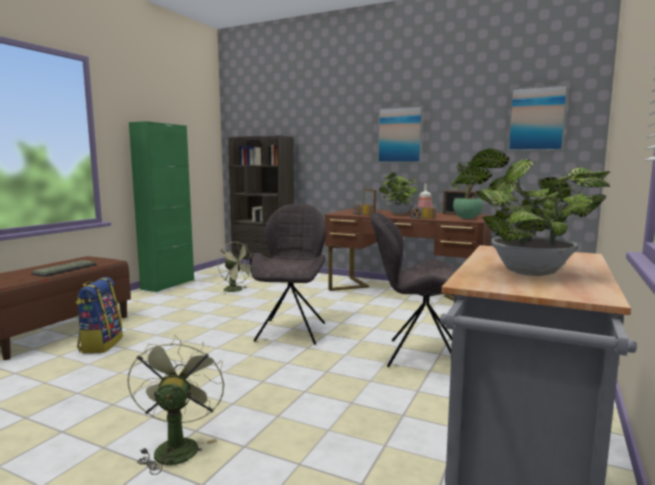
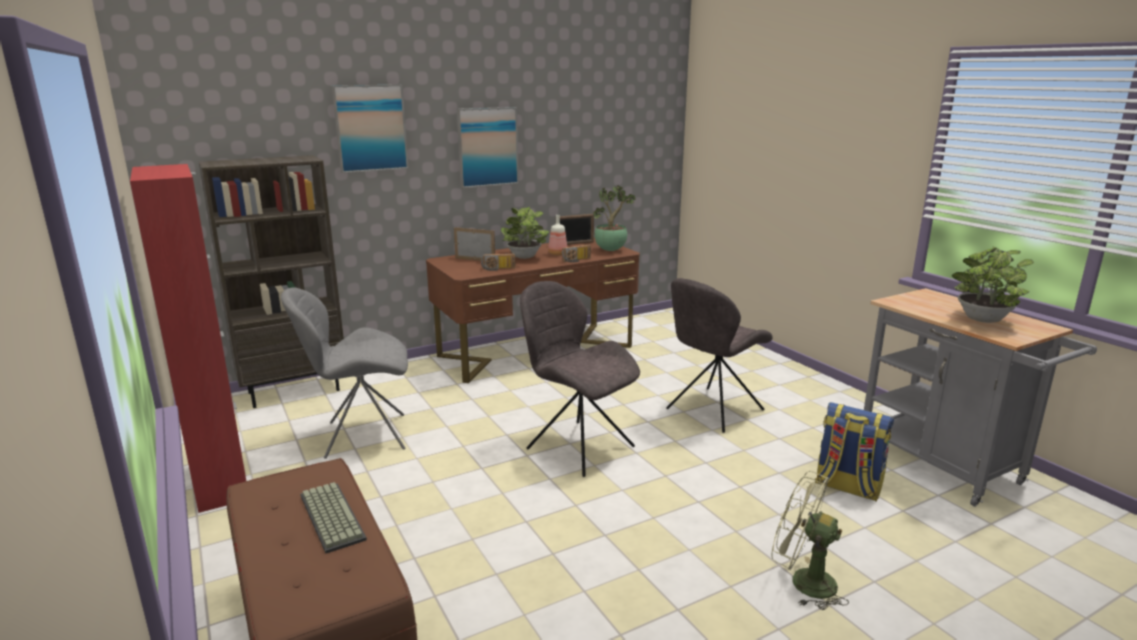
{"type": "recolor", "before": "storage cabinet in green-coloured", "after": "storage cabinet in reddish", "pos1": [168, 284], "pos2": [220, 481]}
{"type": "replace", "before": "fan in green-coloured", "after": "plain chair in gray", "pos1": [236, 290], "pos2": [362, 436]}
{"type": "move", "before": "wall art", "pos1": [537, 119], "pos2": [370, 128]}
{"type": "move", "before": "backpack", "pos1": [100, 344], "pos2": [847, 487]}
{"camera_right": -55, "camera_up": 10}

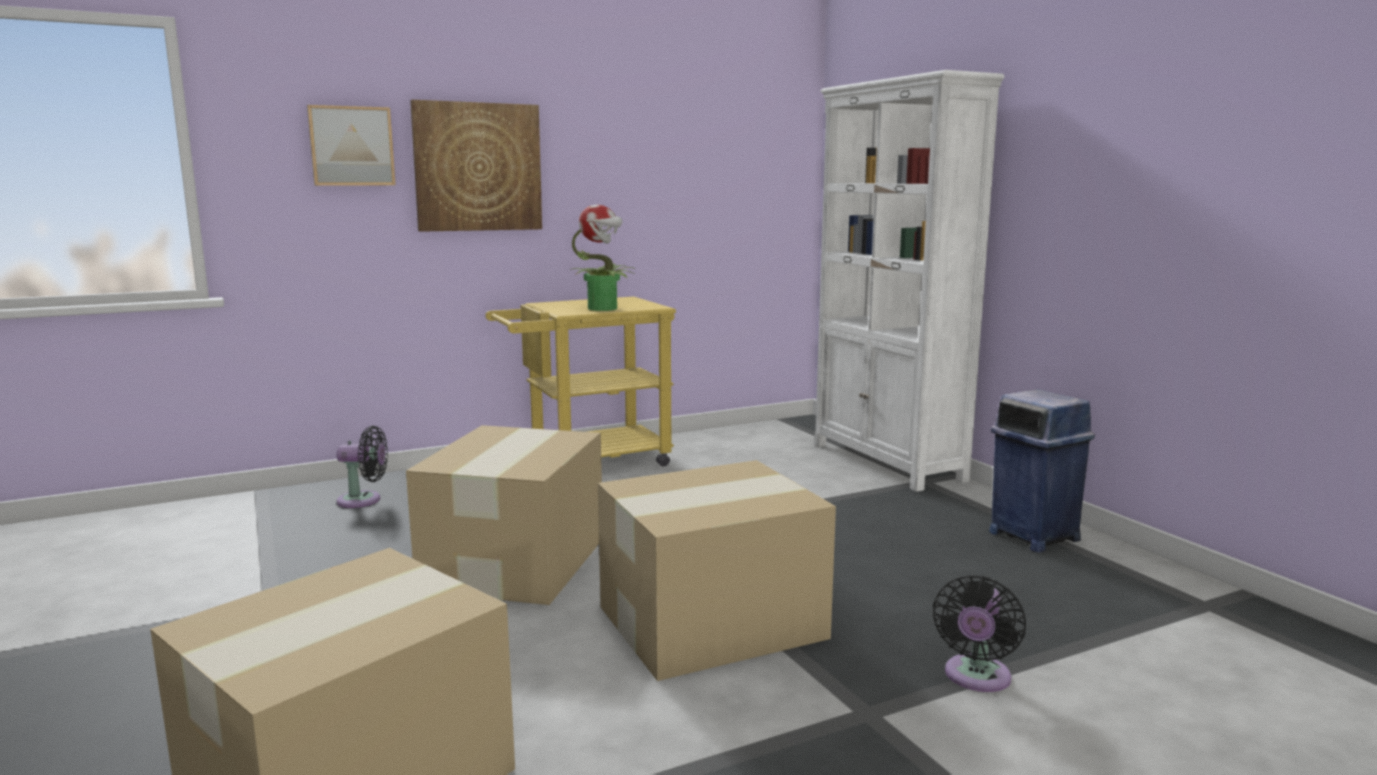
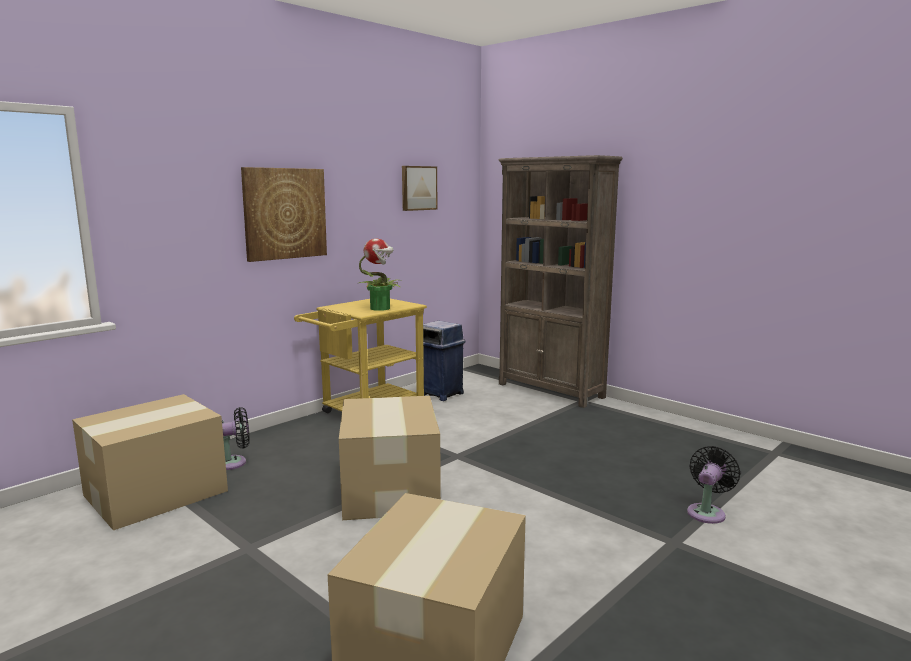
{"type": "move", "before": "cardboard box", "pos1": [714, 622], "pos2": [158, 493]}
{"type": "move", "before": "wall art", "pos1": [351, 146], "pos2": [418, 188]}
{"type": "move", "before": "trash can in bluish", "pos1": [1032, 536], "pos2": [441, 394]}
{"type": "recolor", "before": "bookcase in white-coloured", "after": "bookcase in brown-coloured", "pos1": [887, 462], "pos2": [551, 391]}
{"type": "rotate", "before": "fan in black-coloured", "pos1": [976, 678], "pos2": [707, 512], "turn": -150}
{"camera_right": -20, "camera_up": 0}

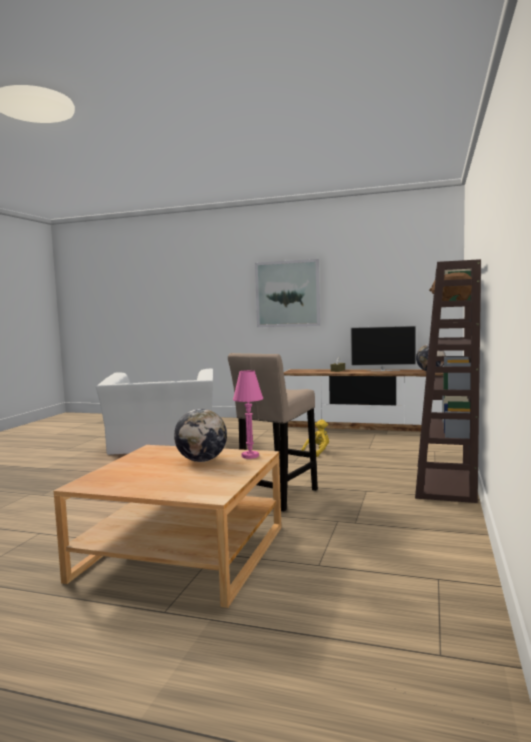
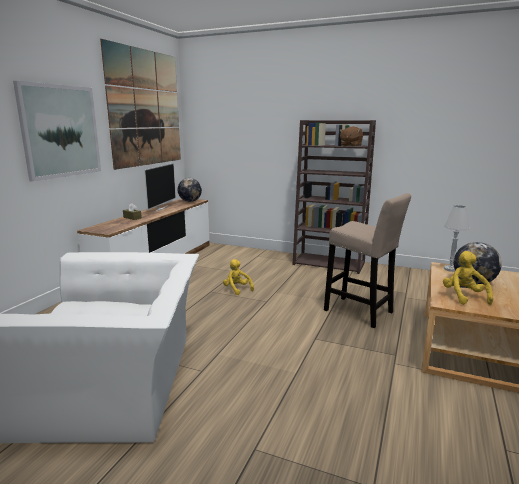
{"type": "insert", "after": "wall art", "pos2": [145, 108]}
{"type": "insert", "after": "plush toy in yellowish", "pos2": [464, 296]}
{"type": "recolor", "before": "lamp for a table in pinkish", "after": "lamp for a table in white-coloured", "pos1": [250, 456], "pos2": [450, 269]}
{"camera_right": -85, "camera_up": 10}

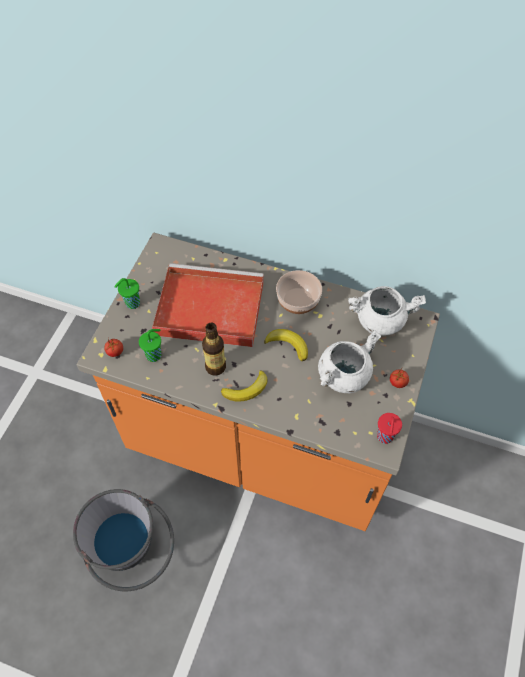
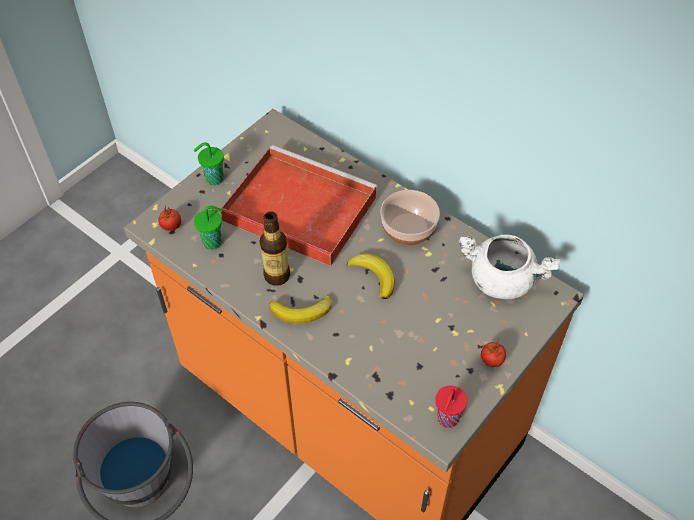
{"type": "delete", "before": "stockpot in white-coloured", "pos1": [343, 375]}
{"camera_right": 20, "camera_up": -5}

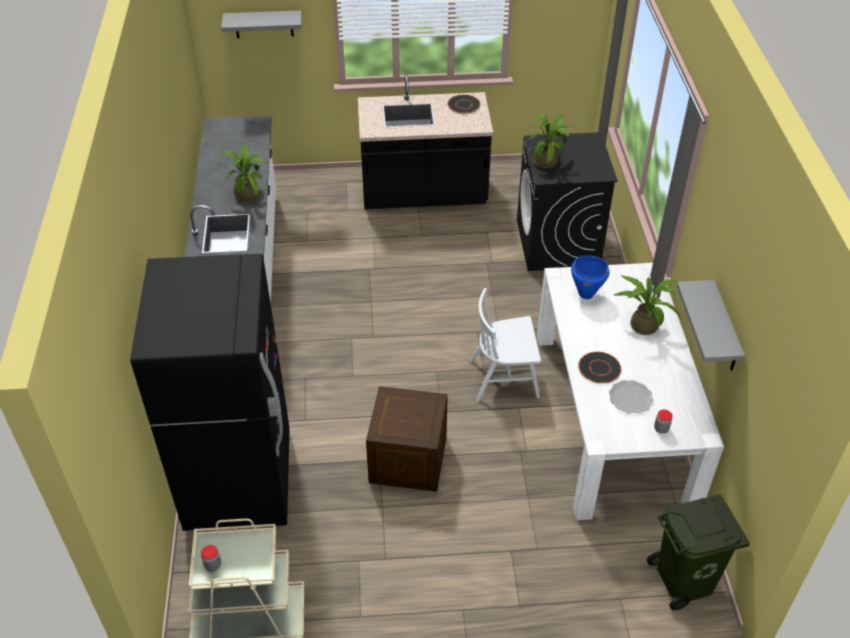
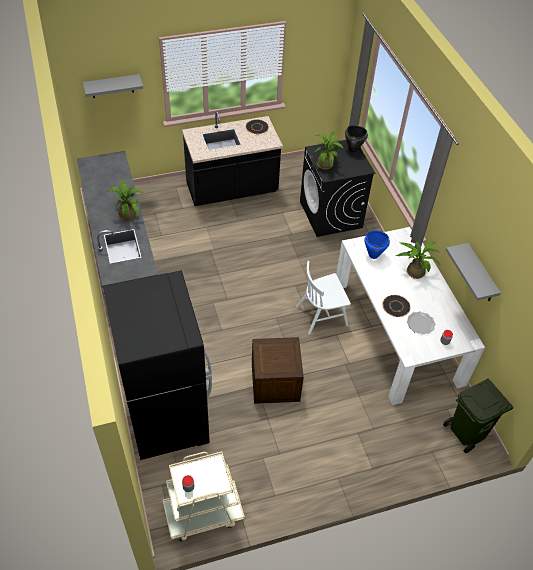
{"type": "insert", "after": "stockpot in black-coloured", "pos2": [353, 149]}
{"camera_right": -15, "camera_up": 5}

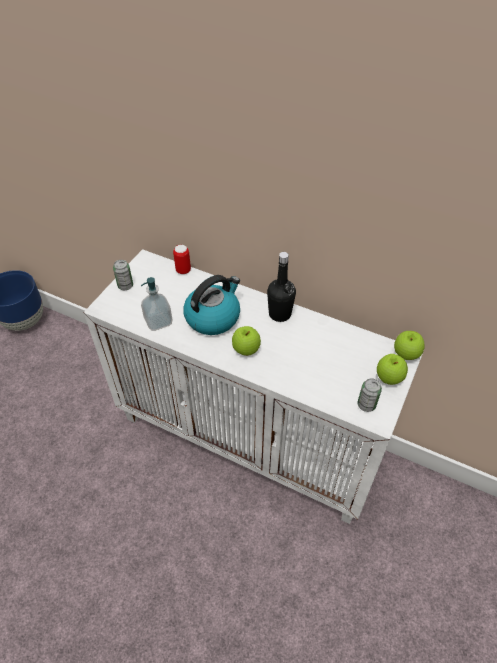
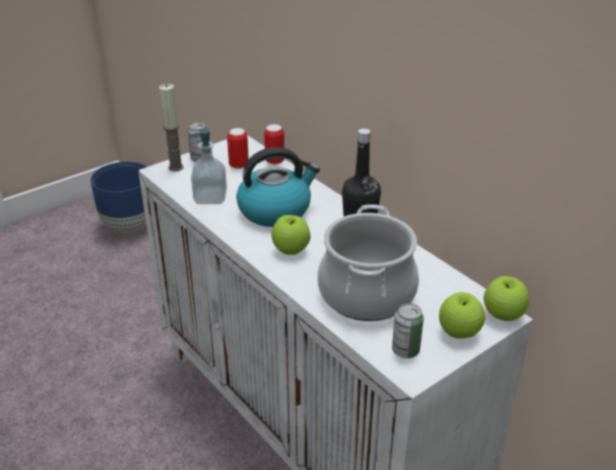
{"type": "insert", "after": "wax light", "pos2": [176, 167]}
{"type": "insert", "after": "sealed can", "pos2": [239, 165]}
{"type": "insert", "after": "stockpot", "pos2": [366, 294]}
{"camera_right": 25, "camera_up": -15}

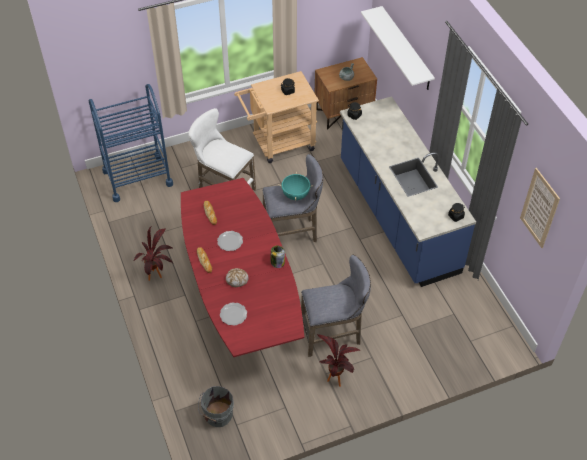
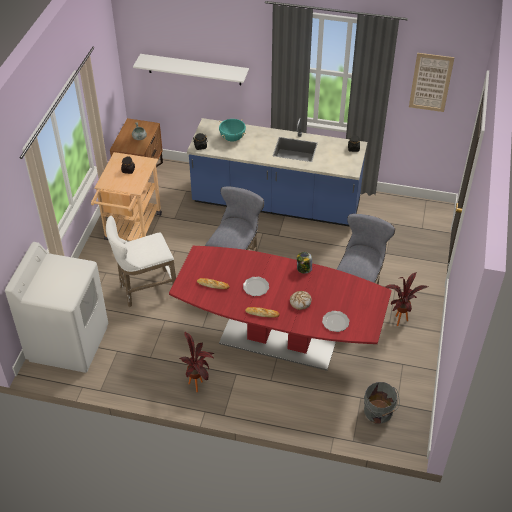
{"type": "replace", "before": "wheeled cart in bluish", "after": "laundry appliance in white-coloured", "pos1": [137, 178], "pos2": [68, 343]}
{"type": "move", "before": "stockpot in turquoise-coloured", "pos1": [295, 195], "pos2": [232, 138]}
{"camera_right": -55, "camera_up": -5}

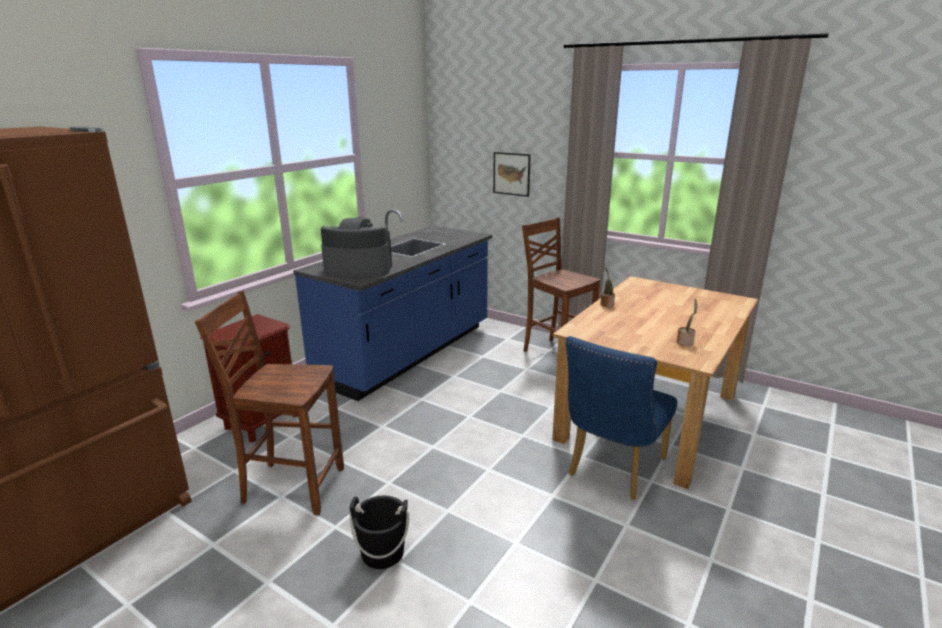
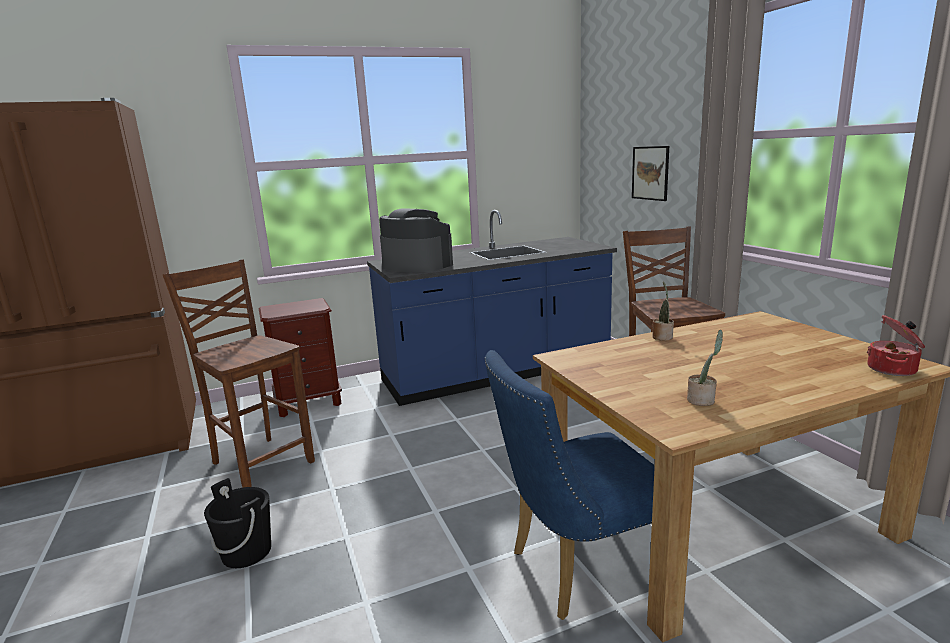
{"type": "insert", "after": "stockpot", "pos2": [893, 369]}
{"camera_right": 35, "camera_up": -5}

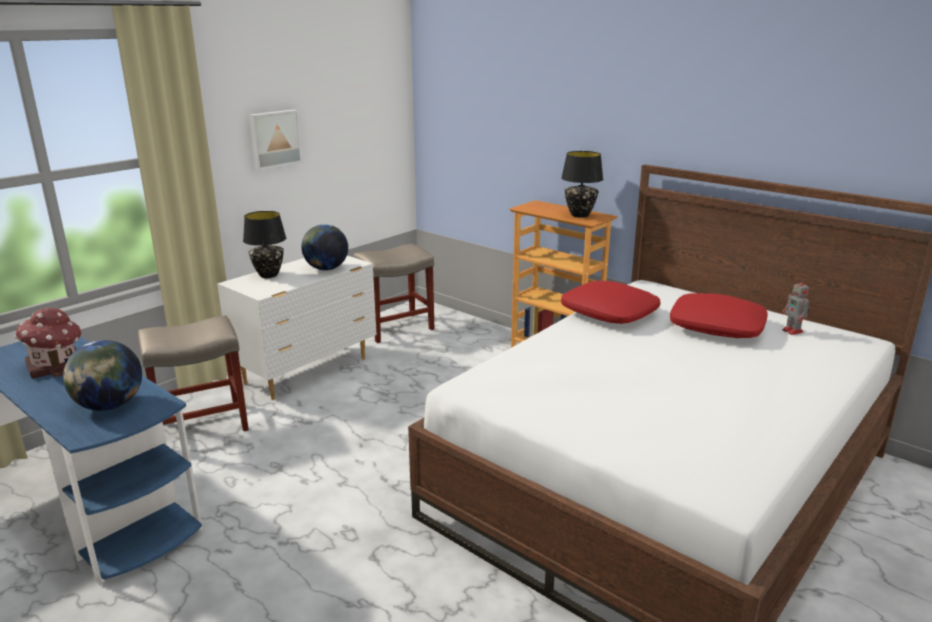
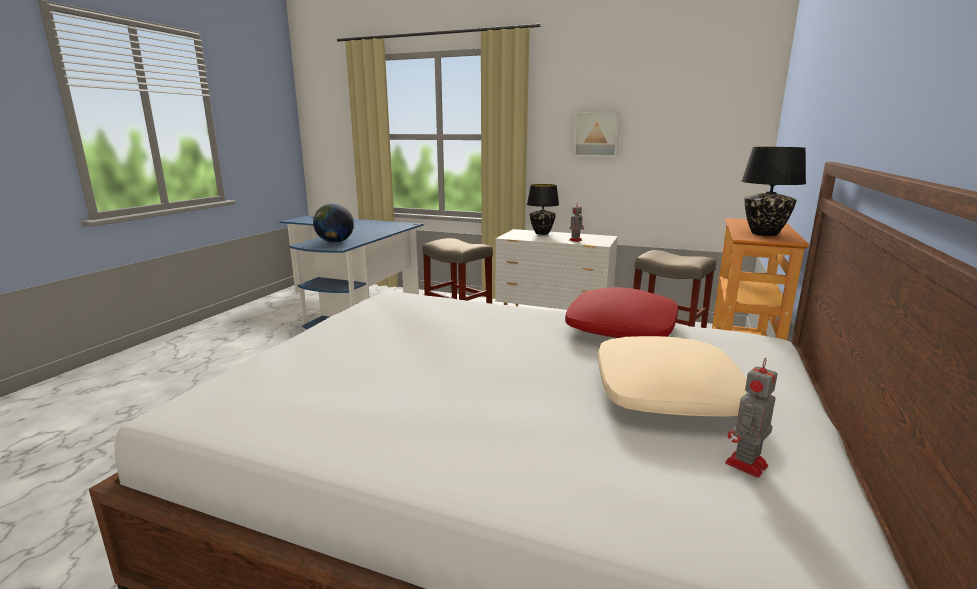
{"type": "replace", "before": "world globe", "after": "model robot", "pos1": [326, 269], "pos2": [575, 240]}
{"type": "recolor", "before": "pillow in reddish", "after": "pillow in beige", "pos1": [717, 326], "pos2": [667, 392]}
{"type": "delete", "before": "miniature house", "pos1": [56, 365]}
{"camera_right": 70, "camera_up": -5}

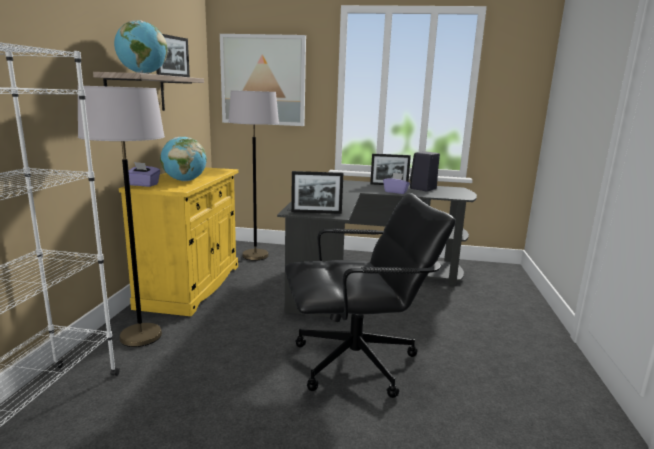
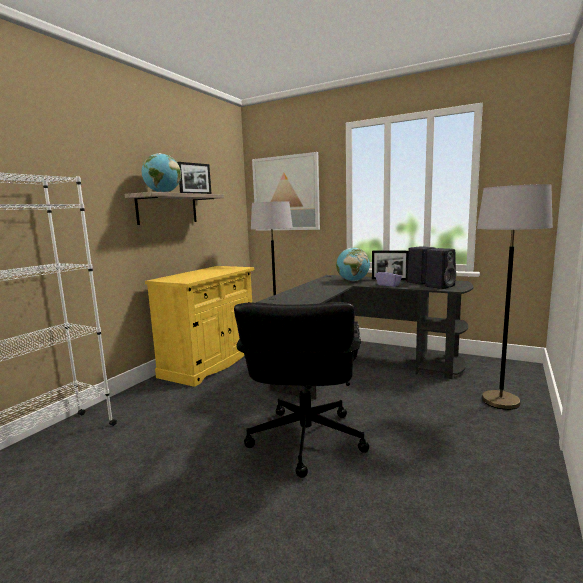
{"type": "rotate", "before": "office chair in black-coloured", "pos1": [357, 362], "pos2": [305, 440], "turn": 90}
{"type": "move", "before": "world globe", "pos1": [184, 181], "pos2": [353, 281]}
{"type": "insert", "after": "loudspeaker in black-coloured", "pos2": [440, 286]}
{"type": "move", "before": "standard lamp in gray", "pos1": [141, 336], "pos2": [500, 401]}
{"type": "delete", "before": "box of tissues in purple-coloured", "pos1": [143, 185]}
{"type": "delete", "before": "photo frame", "pos1": [316, 212]}
{"camera_right": 20, "camera_up": -5}

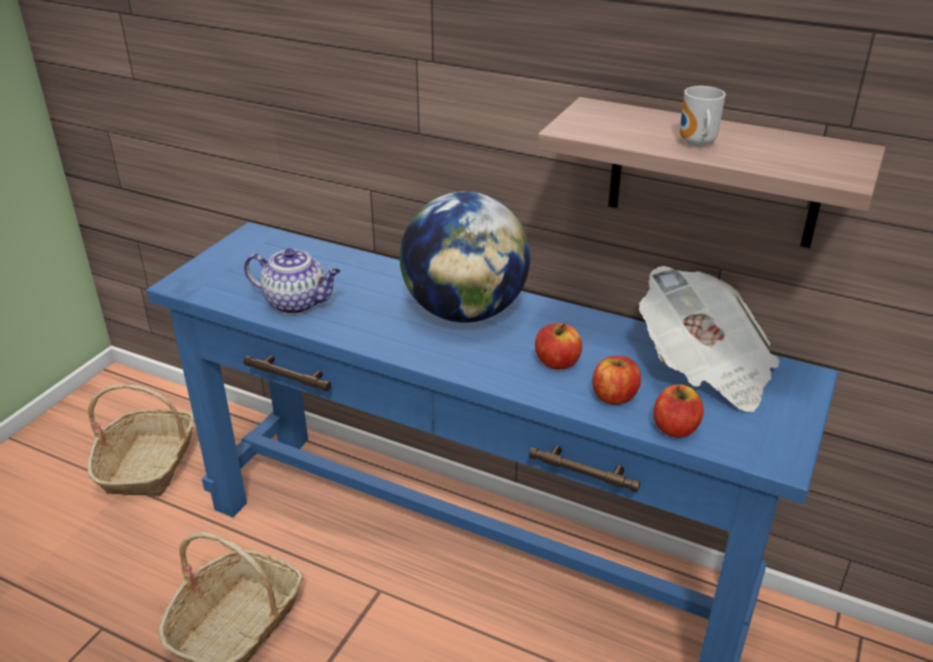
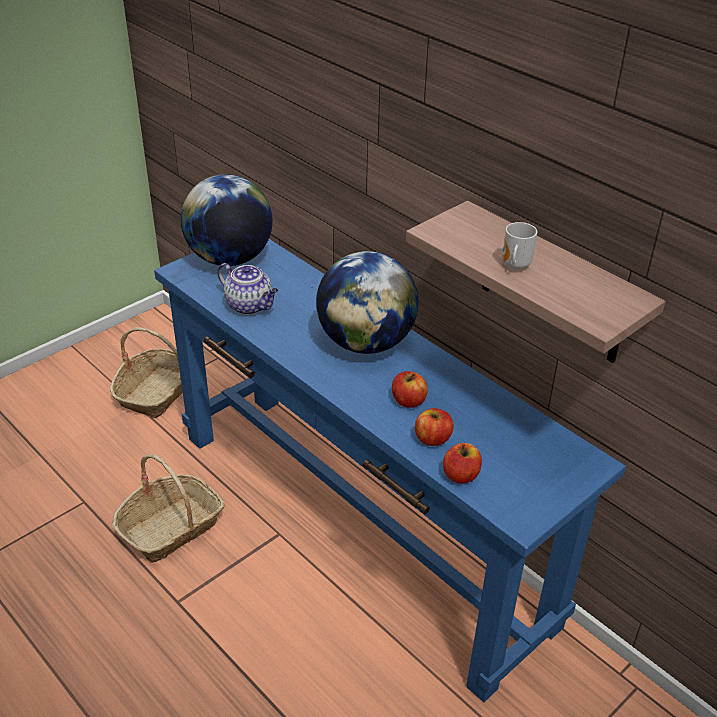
{"type": "insert", "after": "world globe", "pos2": [230, 258]}
{"type": "delete", "before": "newspaper", "pos1": [705, 369]}
{"camera_right": 20, "camera_up": 5}

